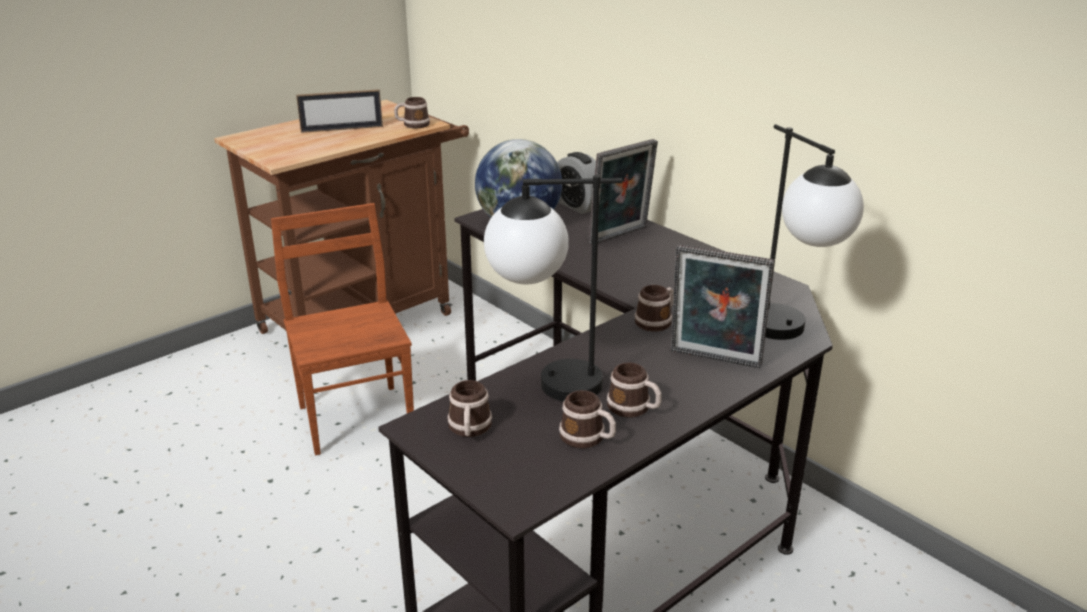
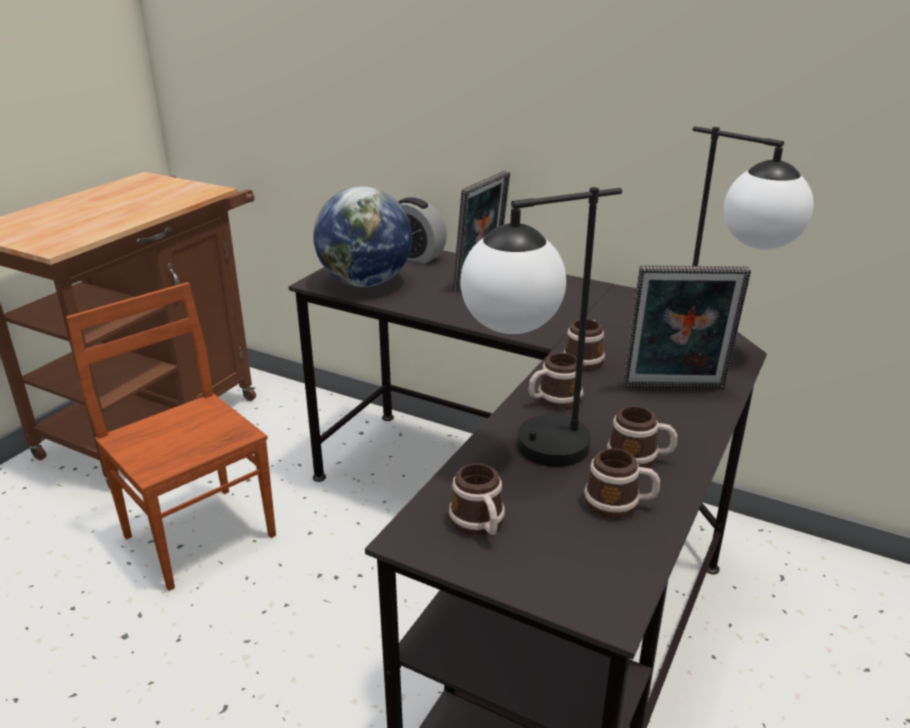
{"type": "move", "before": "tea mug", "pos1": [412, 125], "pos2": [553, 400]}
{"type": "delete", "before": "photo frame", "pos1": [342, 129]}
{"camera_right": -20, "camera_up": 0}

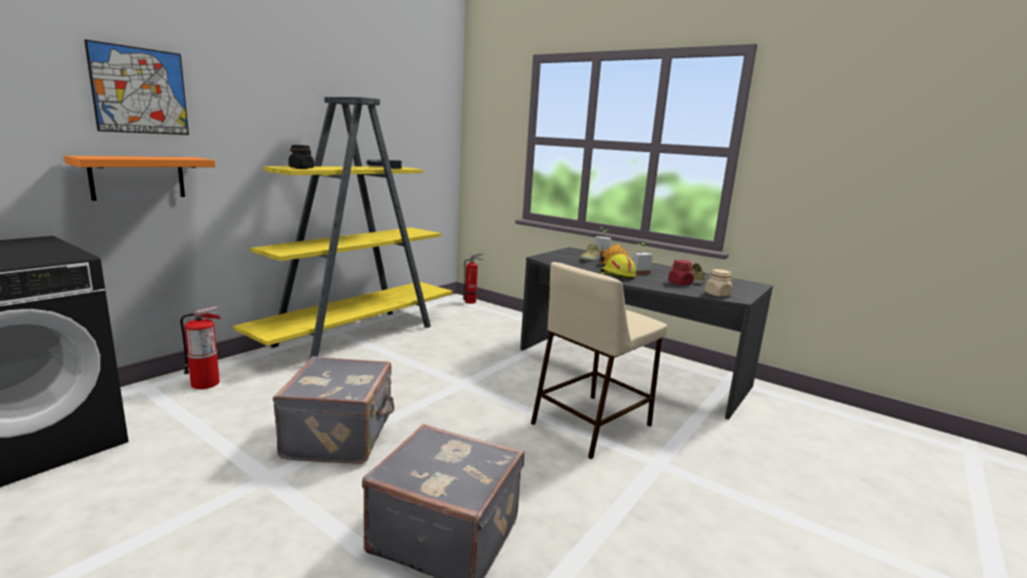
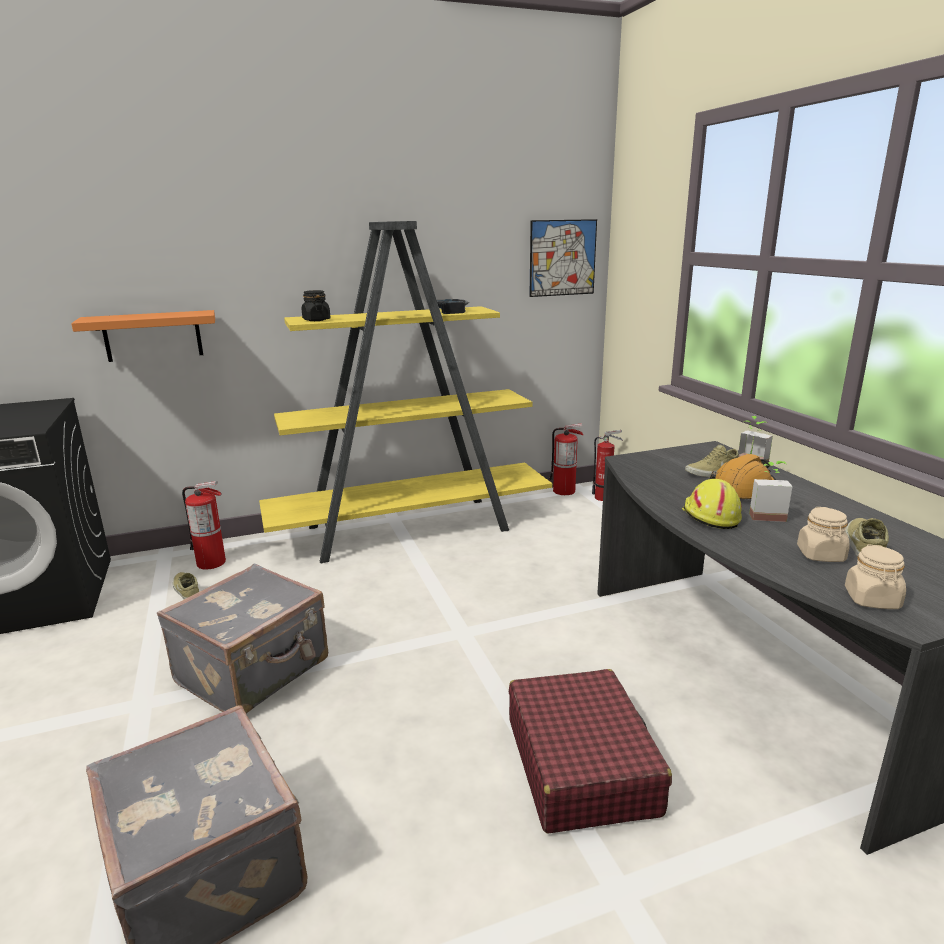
{"type": "insert", "after": "shoe in beige", "pos2": [186, 590]}
{"type": "replace", "before": "stool in beige", "after": "suitcase in reddish", "pos1": [592, 423], "pos2": [581, 764]}
{"type": "move", "before": "wall art", "pos1": [140, 91], "pos2": [562, 258]}
{"type": "insert", "after": "fire extinguisher", "pos2": [564, 491]}
{"type": "recolor", "before": "storage jar in reddish", "after": "storage jar in beige", "pos1": [680, 283], "pos2": [821, 555]}
{"camera_right": 35, "camera_up": 5}

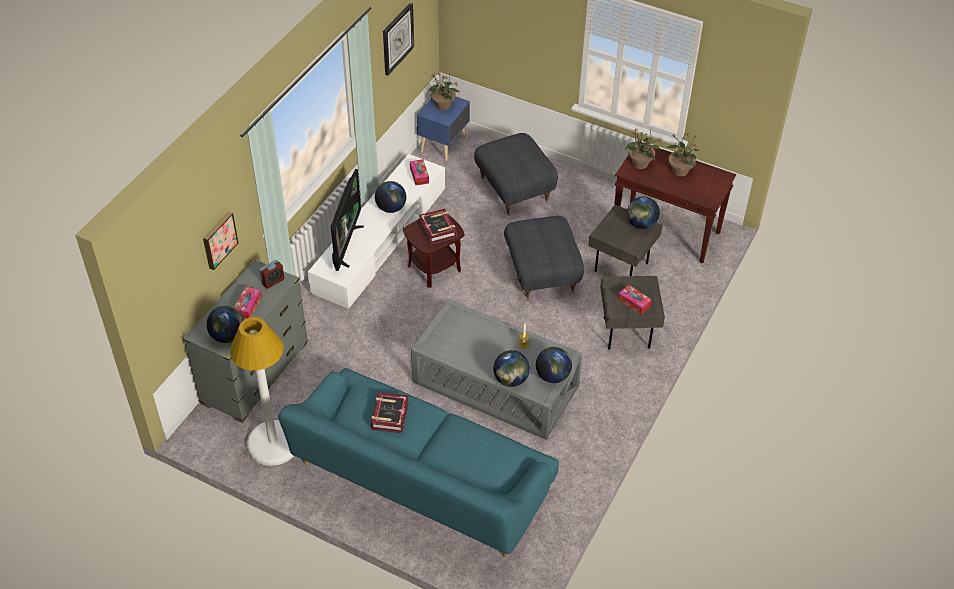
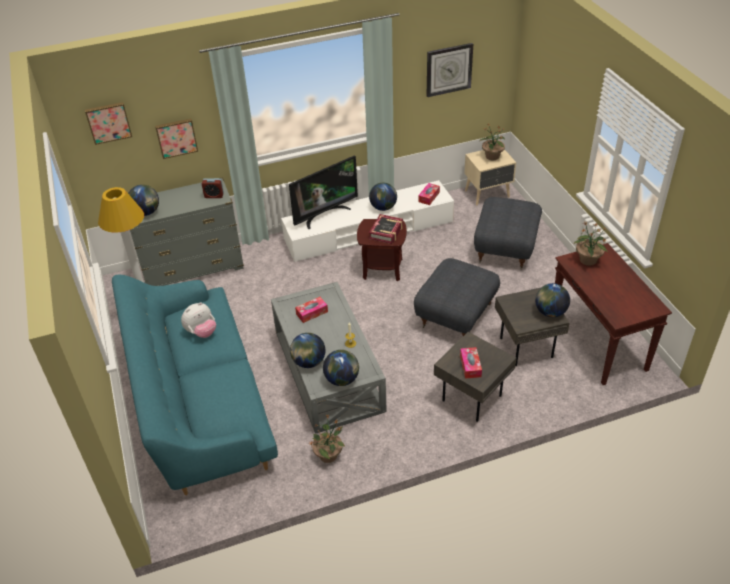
{"type": "insert", "after": "wall art", "pos2": [108, 122]}
{"type": "replace", "before": "book", "after": "plush toy", "pos1": [389, 415], "pos2": [201, 332]}
{"type": "move", "before": "box of tissues", "pos1": [248, 306], "pos2": [312, 313]}
{"type": "move", "before": "potted plant", "pos1": [680, 170], "pos2": [329, 455]}
{"type": "recolor", "before": "bedside table in bluish", "after": "bedside table in beige", "pos1": [444, 145], "pos2": [488, 194]}
{"camera_right": 45, "camera_up": -5}

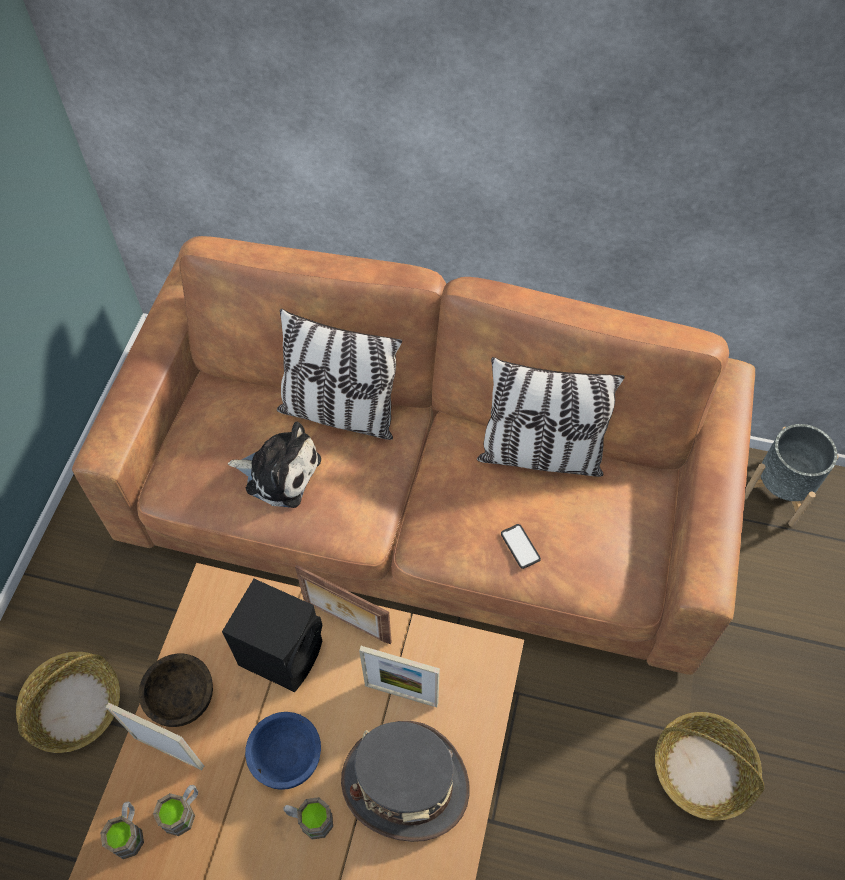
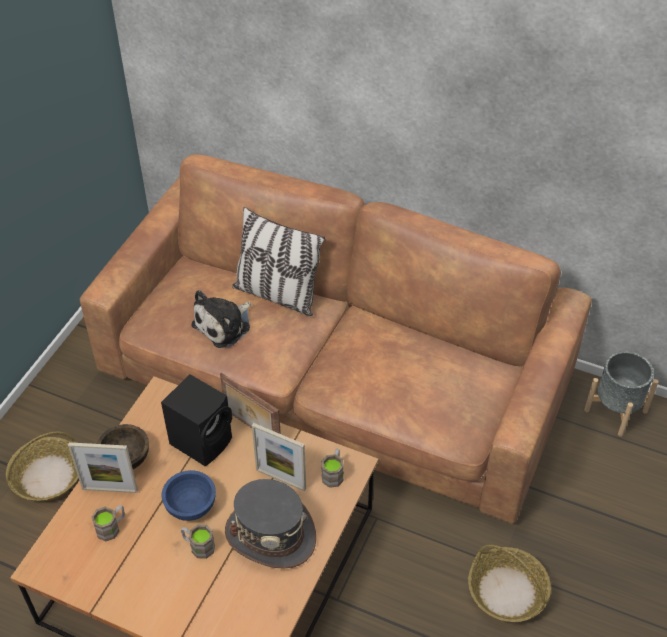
{"type": "rotate", "before": "photo frame", "pos1": [169, 752], "pos2": [110, 490], "turn": 150}
{"type": "rotate", "before": "plush toy", "pos1": [279, 472], "pos2": [224, 325], "turn": 105}
{"type": "move", "before": "tea mug in brown-coloured", "pos1": [129, 833], "pos2": [333, 473]}
{"type": "delete", "before": "pillow", "pos1": [540, 455]}
{"type": "delete", "before": "telephone", "pos1": [520, 546]}
{"camera_right": 10, "camera_up": -10}

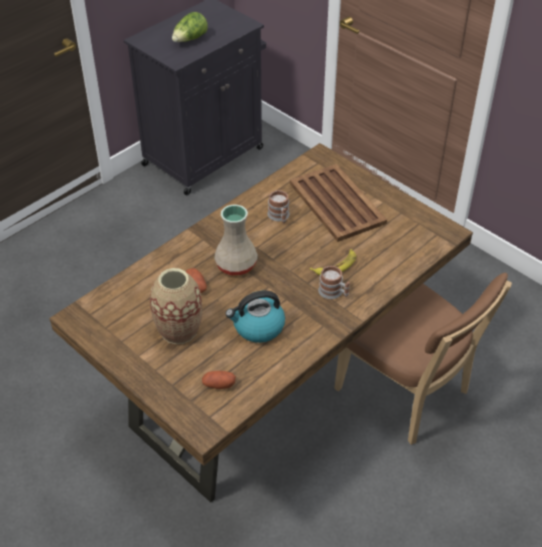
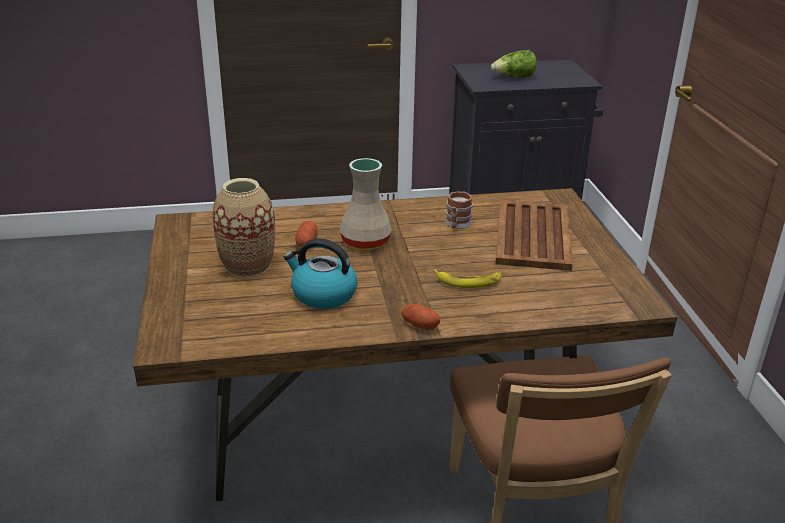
{"type": "move", "before": "potato", "pos1": [219, 385], "pos2": [420, 325]}
{"type": "delete", "before": "tea mug", "pos1": [334, 293]}
{"camera_right": 35, "camera_up": -15}

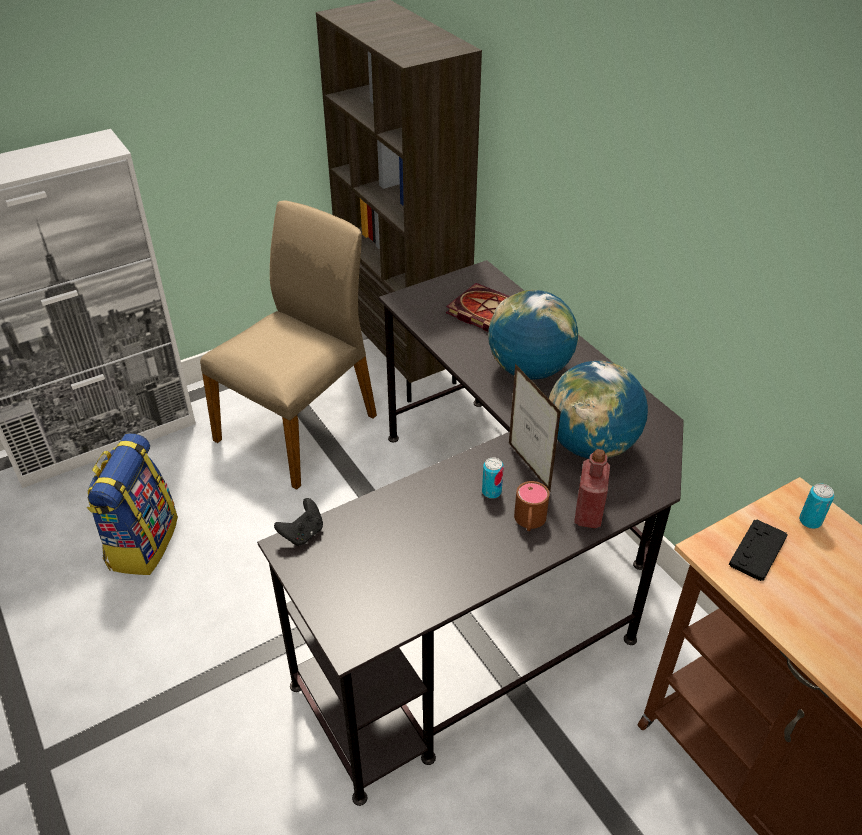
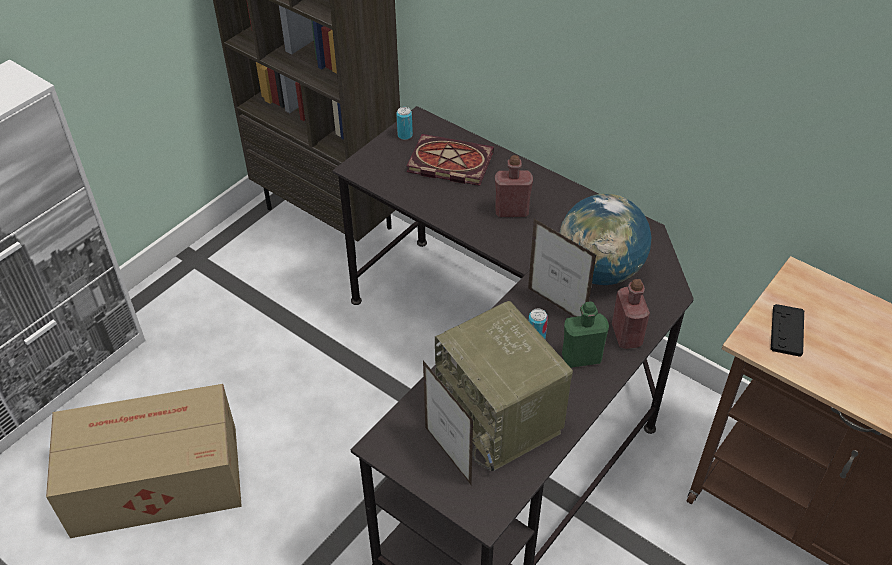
{"type": "replace", "before": "backpack", "after": "cardboard box", "pos1": [142, 542], "pos2": [153, 480]}
{"type": "move", "before": "sealed can", "pos1": [810, 521], "pos2": [405, 135]}
{"type": "insert", "after": "photo frame", "pos2": [448, 456]}
{"type": "insert", "after": "radio set", "pos2": [501, 416]}
{"type": "replace", "before": "world globe", "after": "bottle in reddish", "pos1": [529, 370], "pos2": [511, 211]}
{"type": "replace", "before": "tea mug in brown-coloured", "after": "bottle in green-coloured", "pos1": [529, 522], "pos2": [581, 358]}
{"type": "delete", "before": "plain chair in beige", "pos1": [299, 427]}
{"type": "delete", "before": "game controller in black-coloured", "pos1": [303, 534]}
{"camera_right": -20, "camera_up": 5}

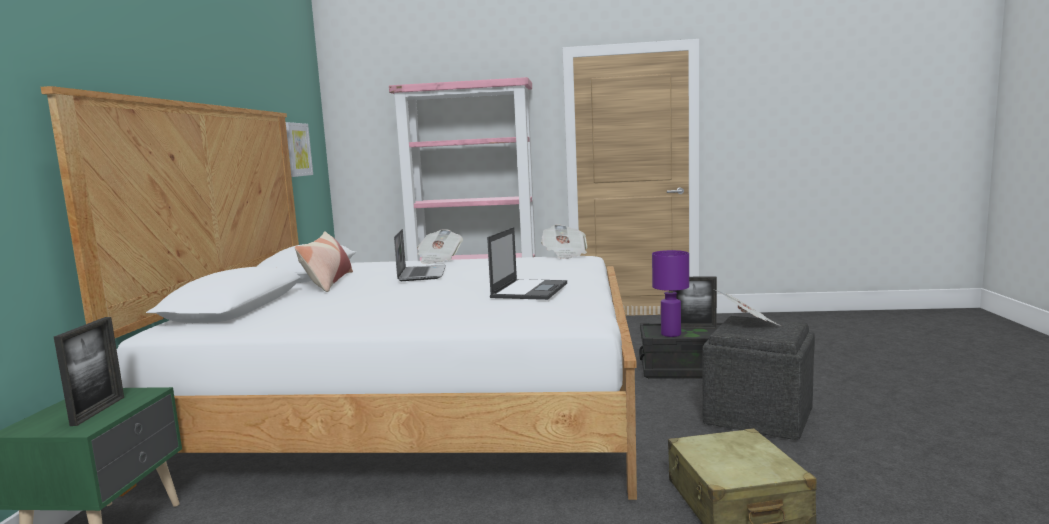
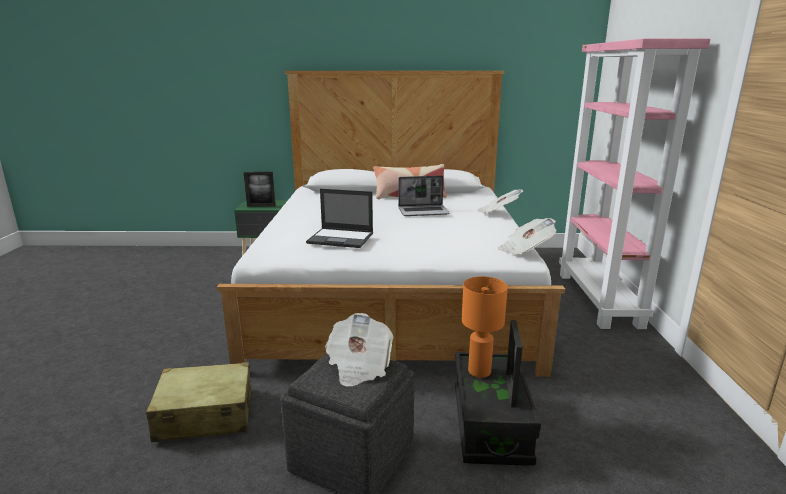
{"type": "recolor", "before": "lamp for a table in purple-coloured", "after": "lamp for a table in orange-coloured", "pos1": [670, 334], "pos2": [480, 371]}
{"type": "delete", "before": "wall art", "pos1": [297, 149]}
{"camera_right": 85, "camera_up": 10}

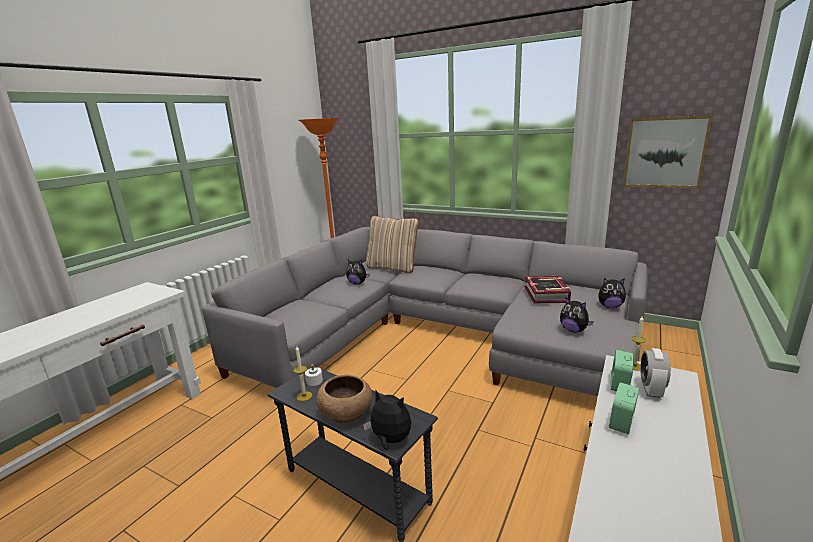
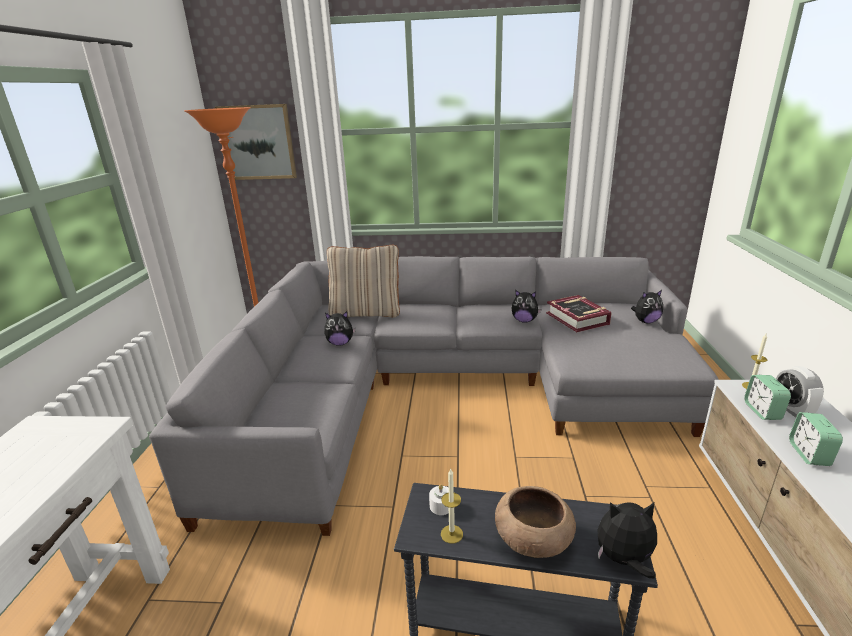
{"type": "move", "before": "wall art", "pos1": [664, 152], "pos2": [258, 142]}
{"type": "move", "before": "plush toy", "pos1": [573, 330], "pos2": [524, 320]}
{"camera_right": -25, "camera_up": 5}

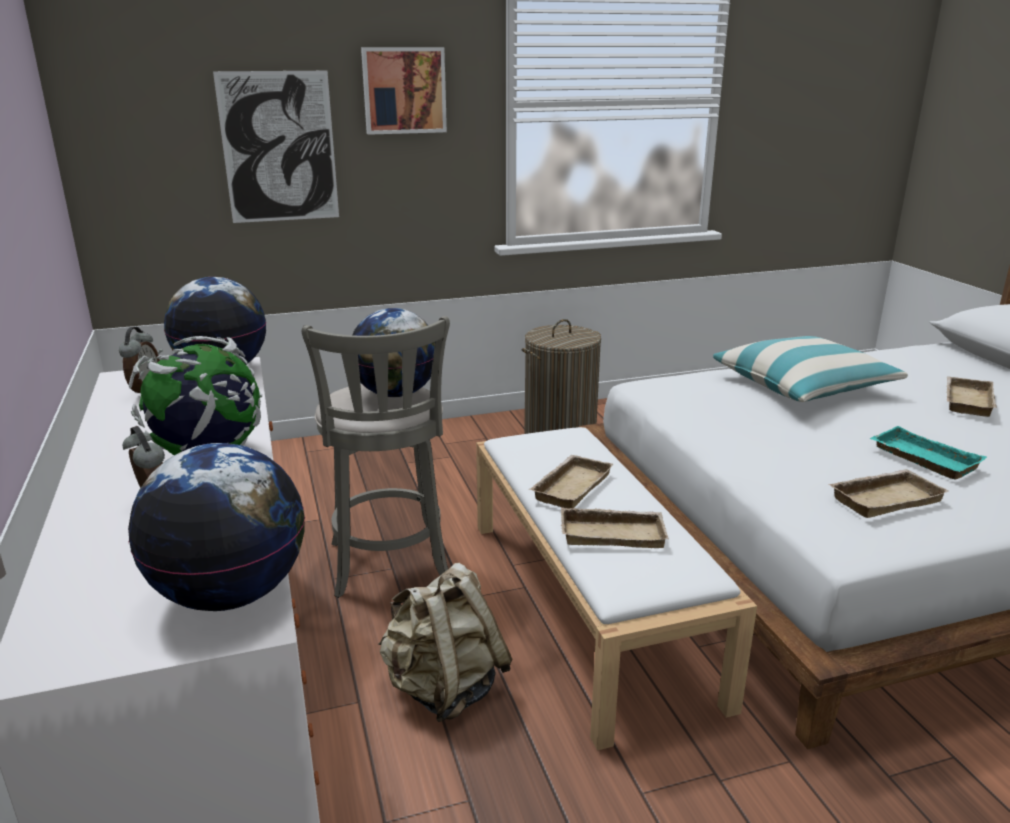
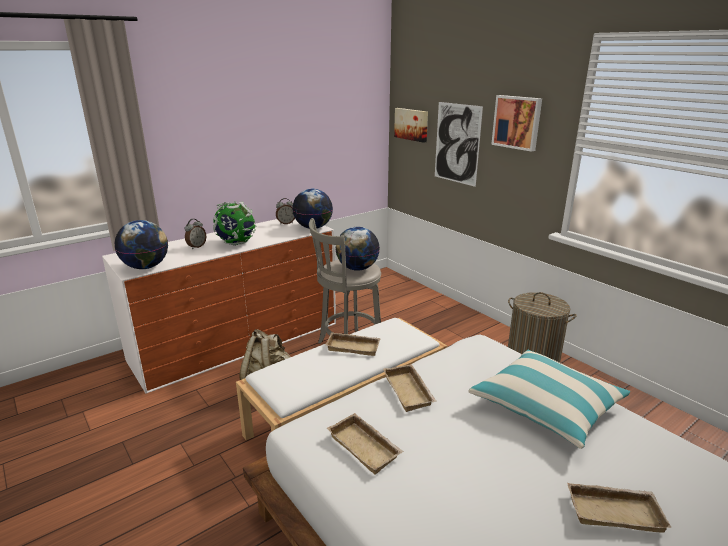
{"type": "move", "before": "serving tray in beige", "pos1": [613, 533], "pos2": [410, 391]}
{"type": "insert", "after": "wall art", "pos2": [412, 124]}
{"type": "delete", "before": "serving tray in turquoise-coloured", "pos1": [921, 459]}
{"camera_right": 70, "camera_up": 0}

